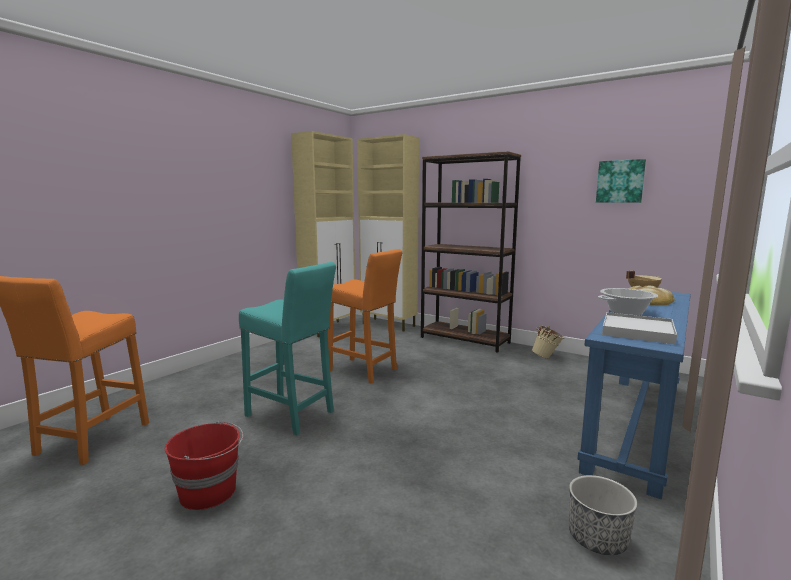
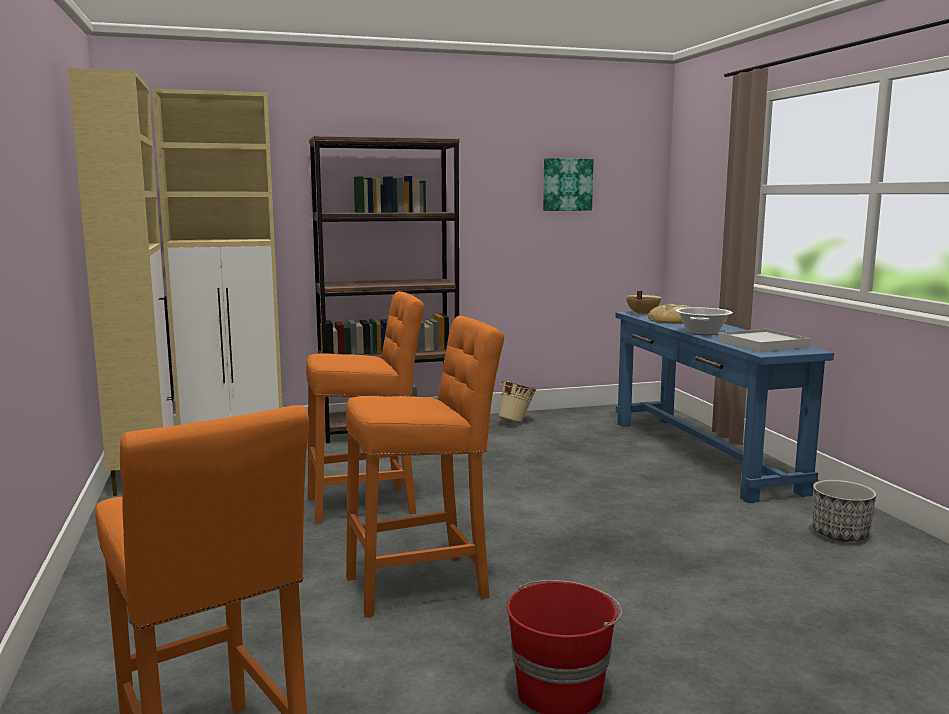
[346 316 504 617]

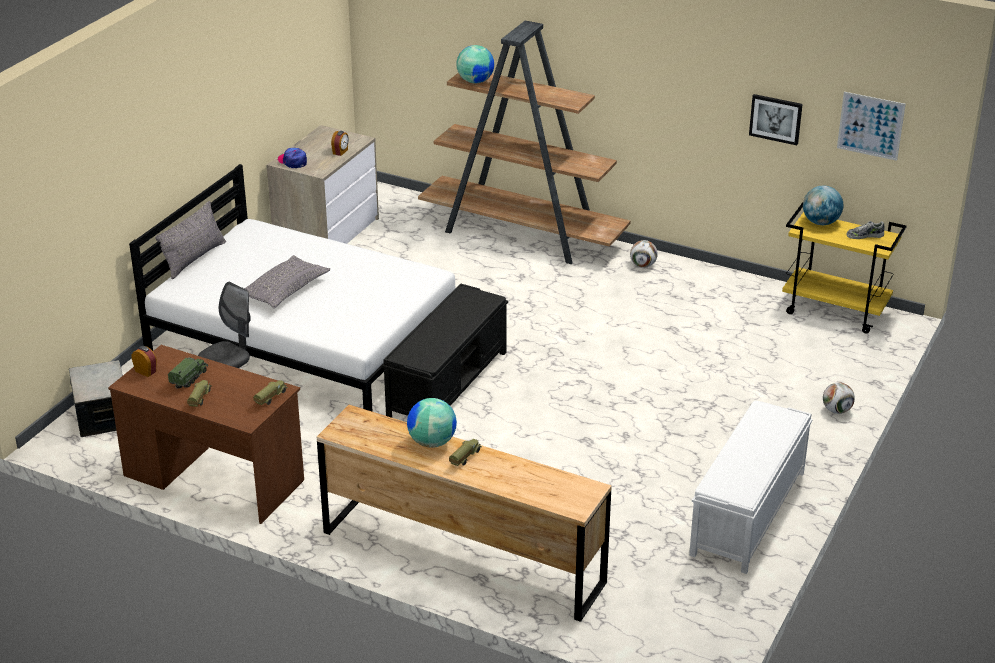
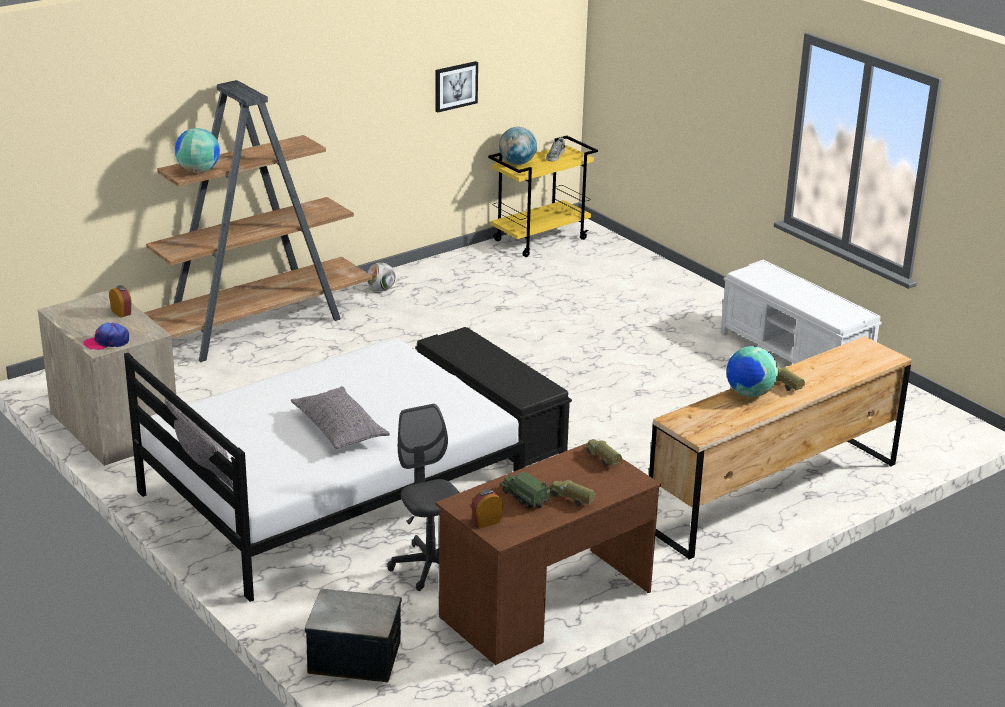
[823 382 855 414] (first image)
[837 92 906 161] (first image)

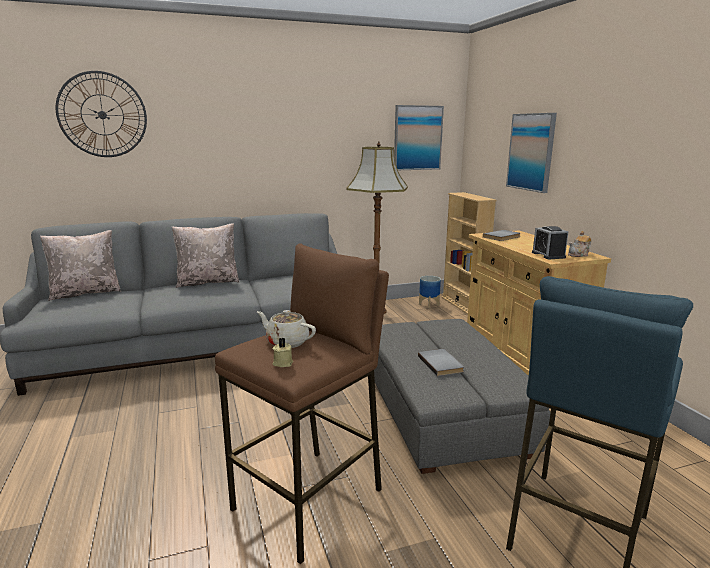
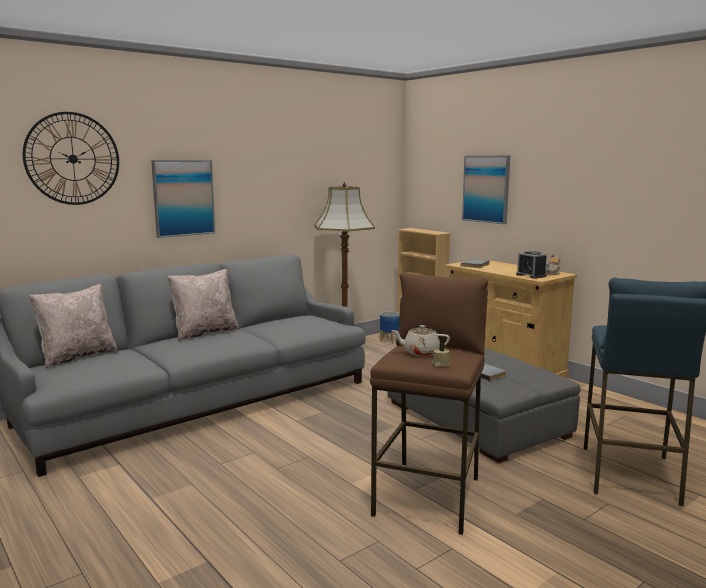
[151 160 215 238]

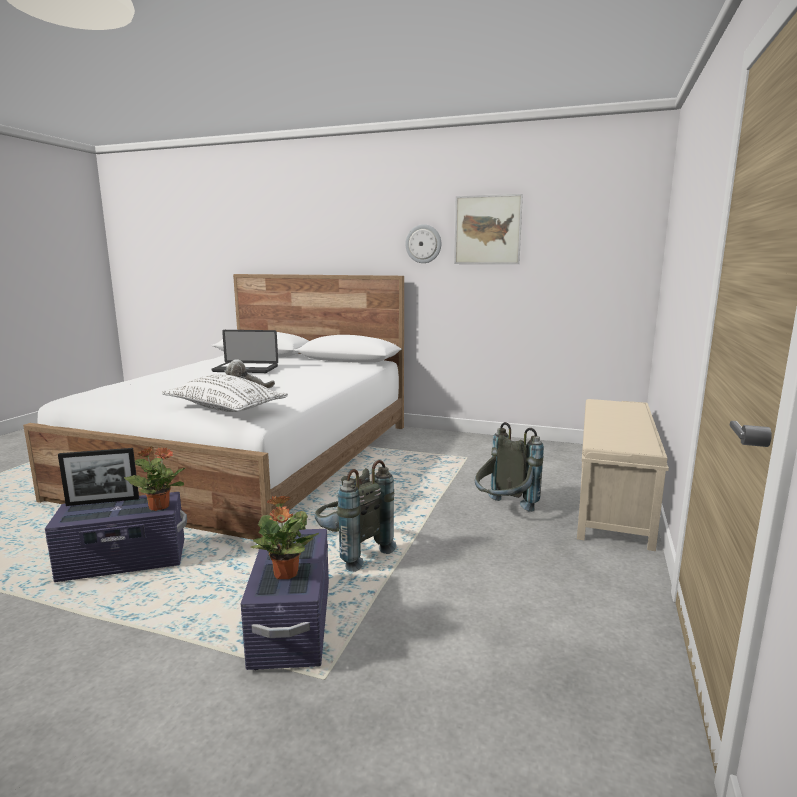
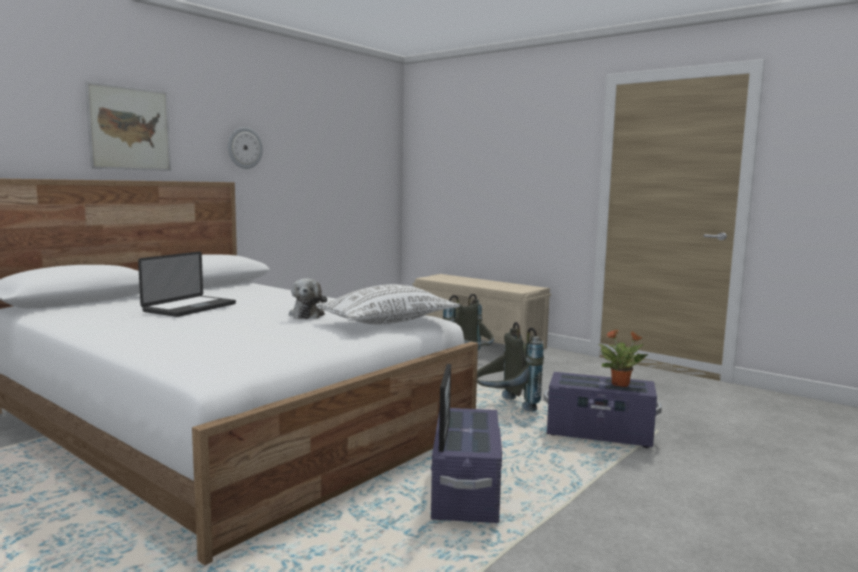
[85 81 171 171]
[124 446 185 511] (first image)

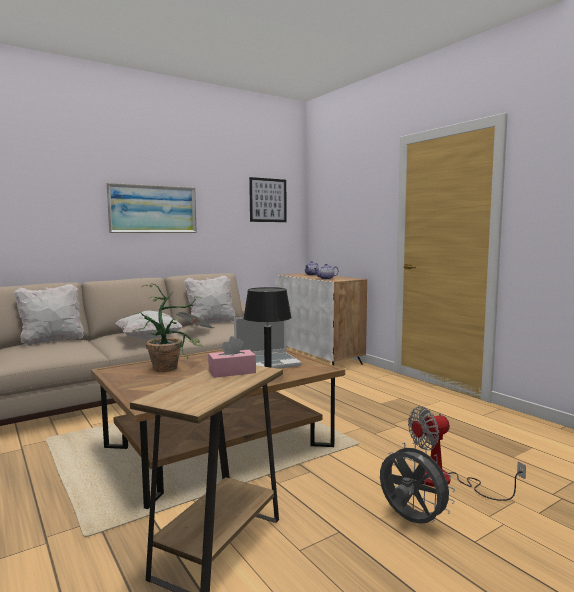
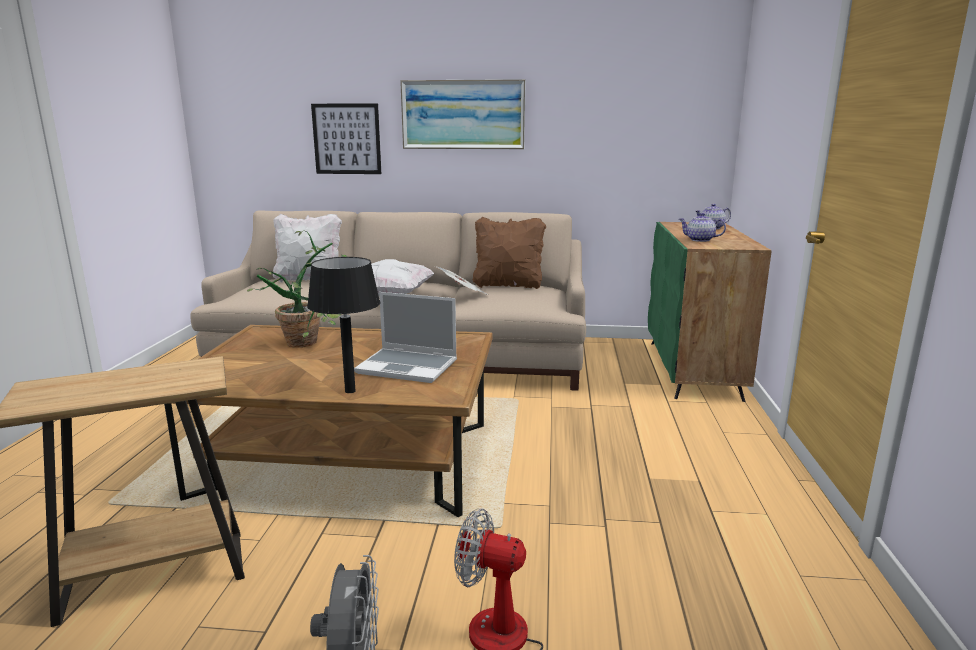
[311 103 381 174]
[472 217 546 289]
[648 222 772 402]
[208 336 256 378] (first image)

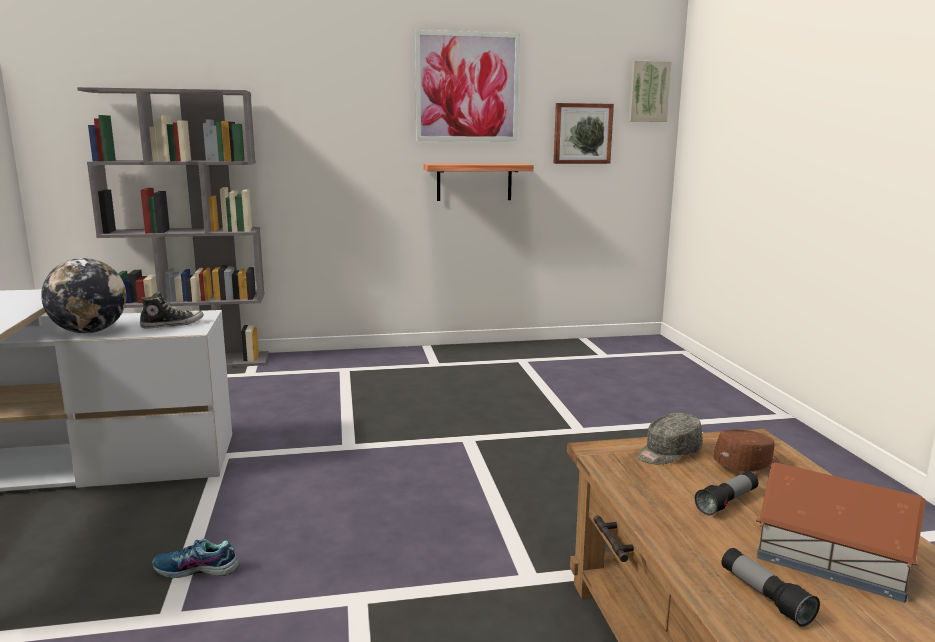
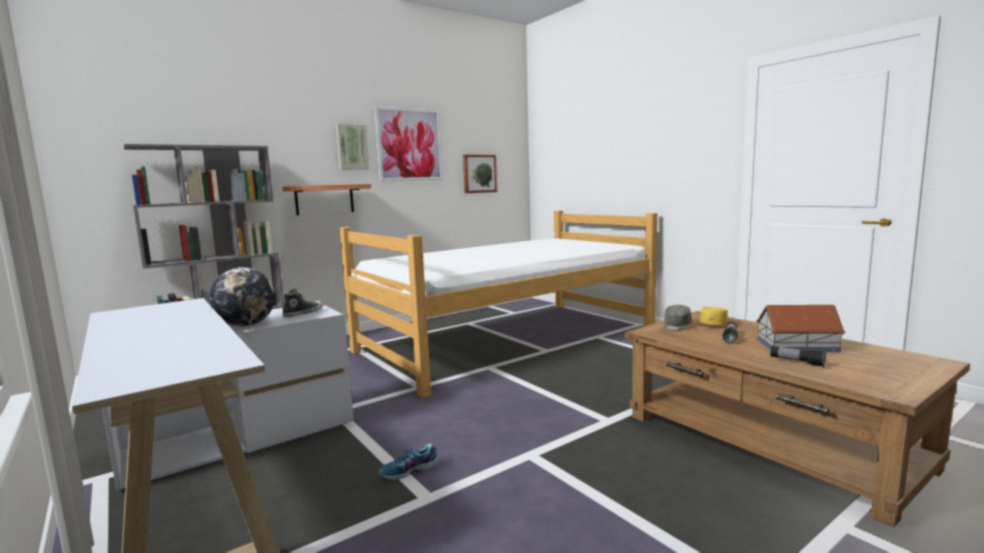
[283 184 371 215]
[336 124 370 170]
[340 211 657 398]
[700 307 728 325]

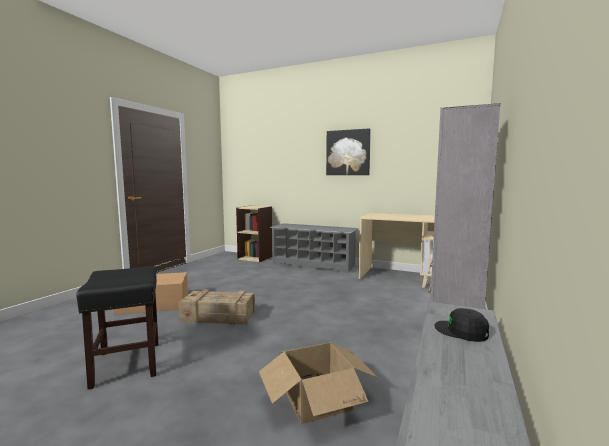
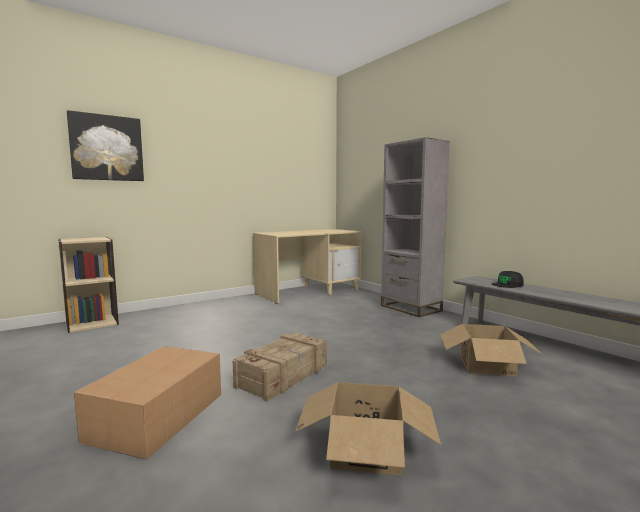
[67 110 144 181]
[295 382 441 476]
[270 223 359 273] (first image)

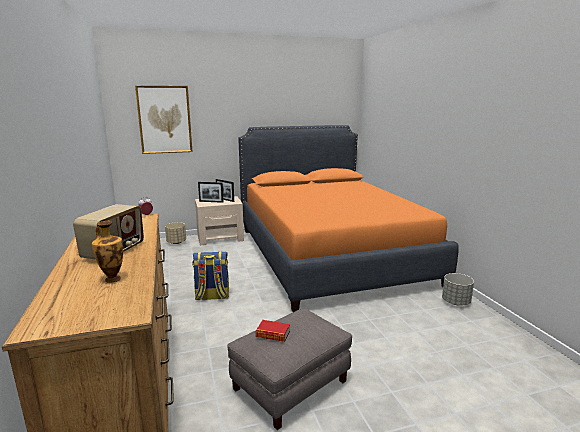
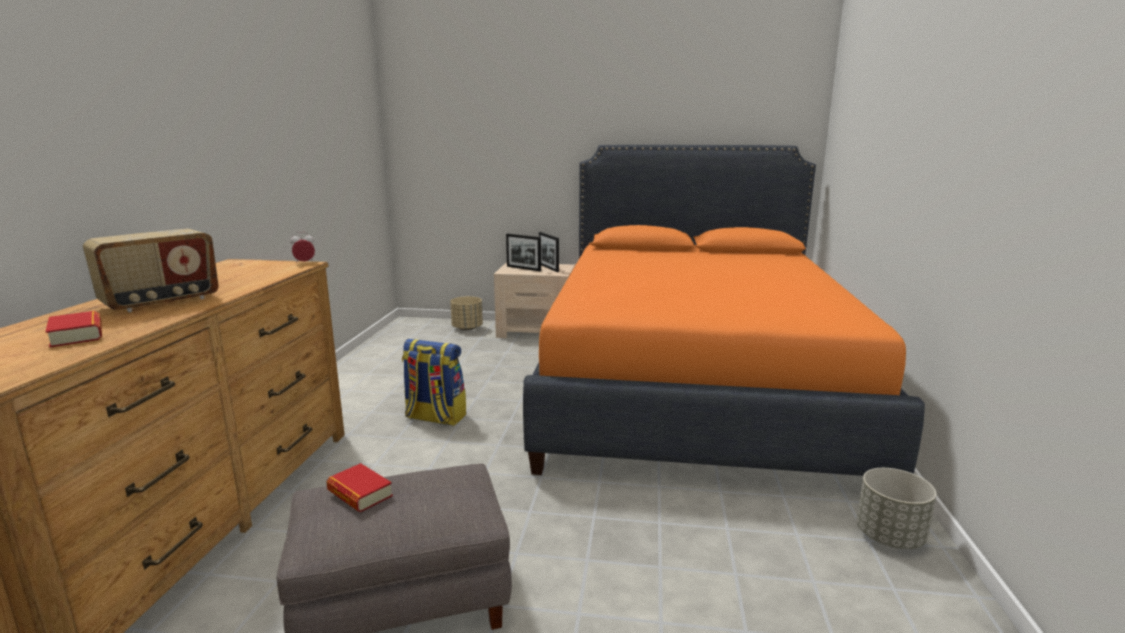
[45 311 102 348]
[135 85 193 154] (first image)

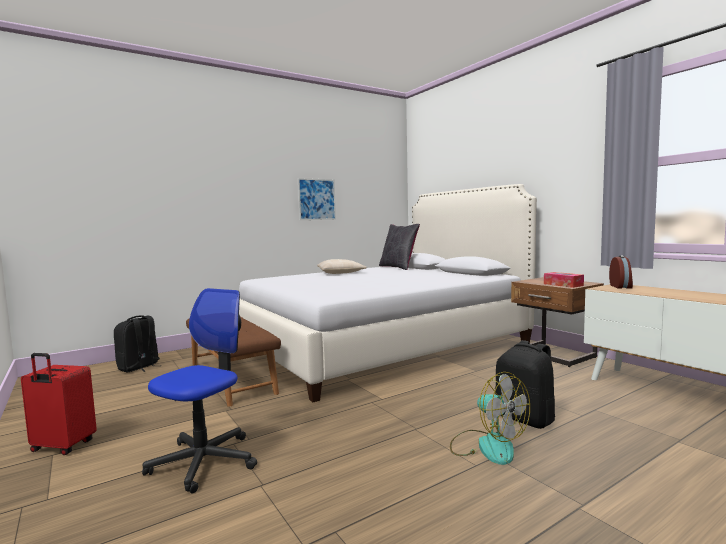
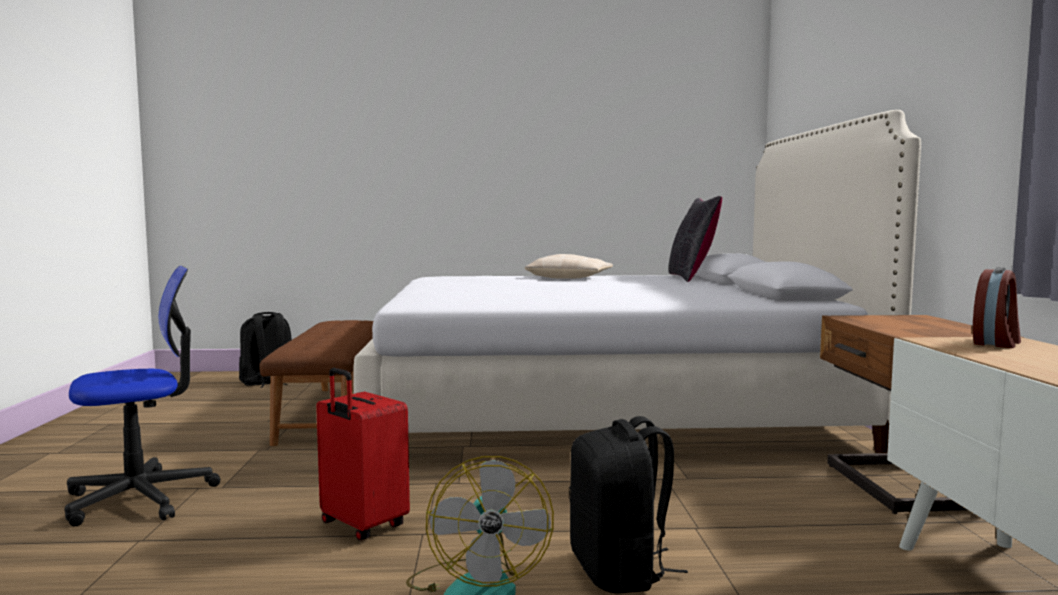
[316 368 410 541]
[298 178 336 220] (first image)
[544 272 584 288] (first image)

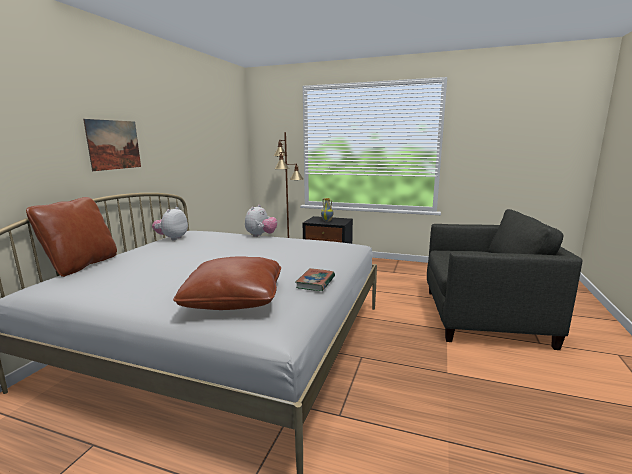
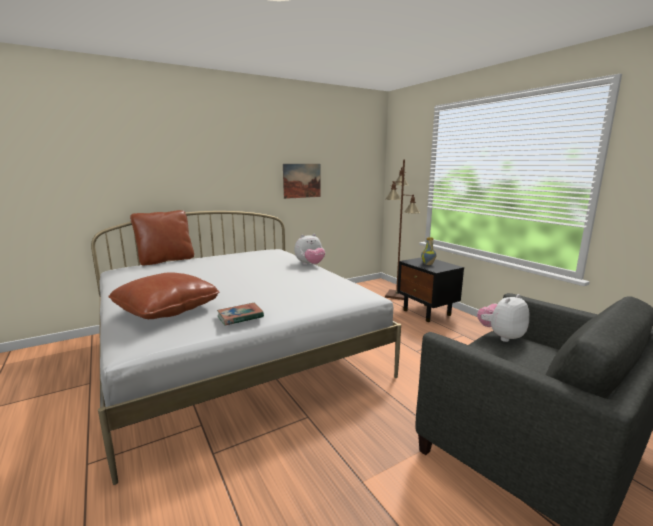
[283 164 321 199]
[477 294 530 342]

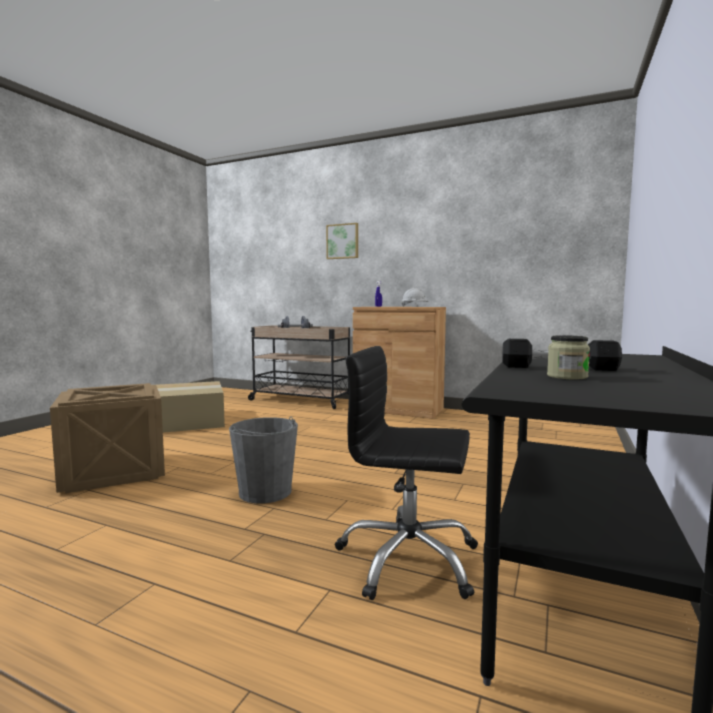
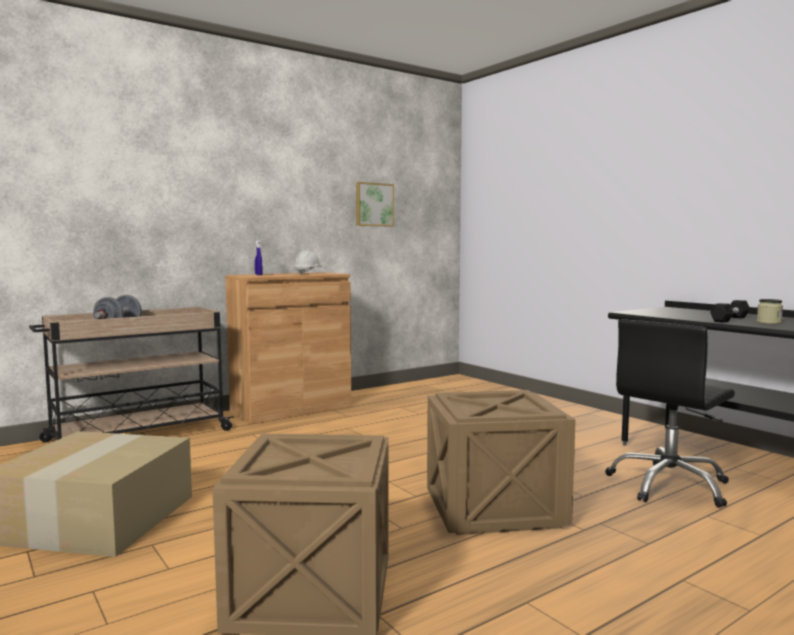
[356 182 394 226]
[427 390 576 535]

